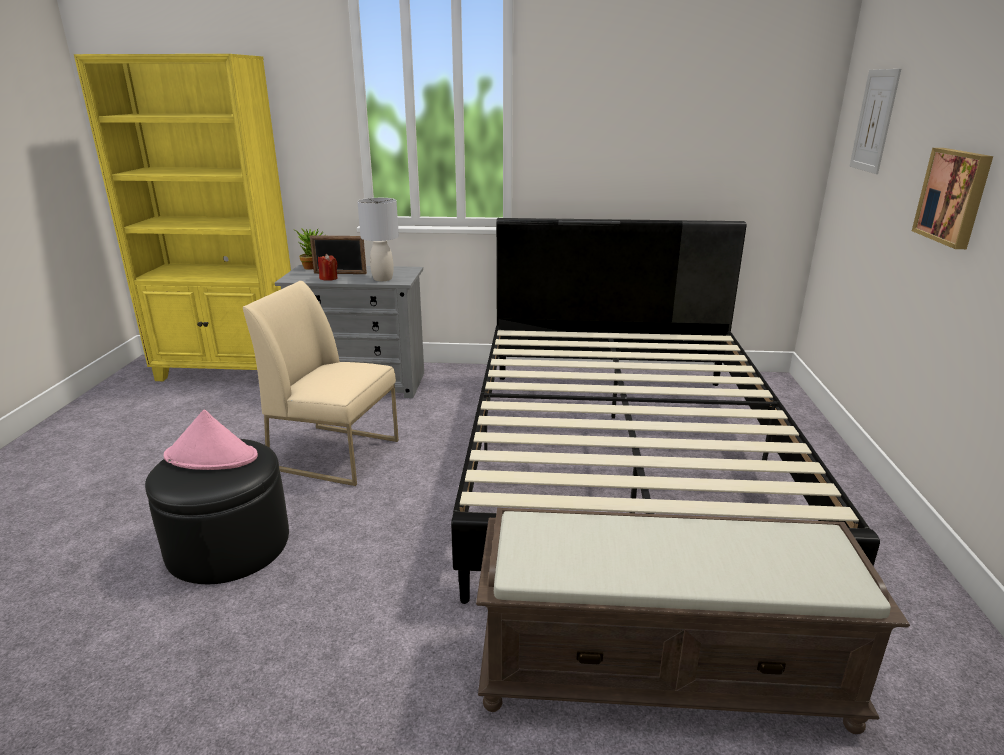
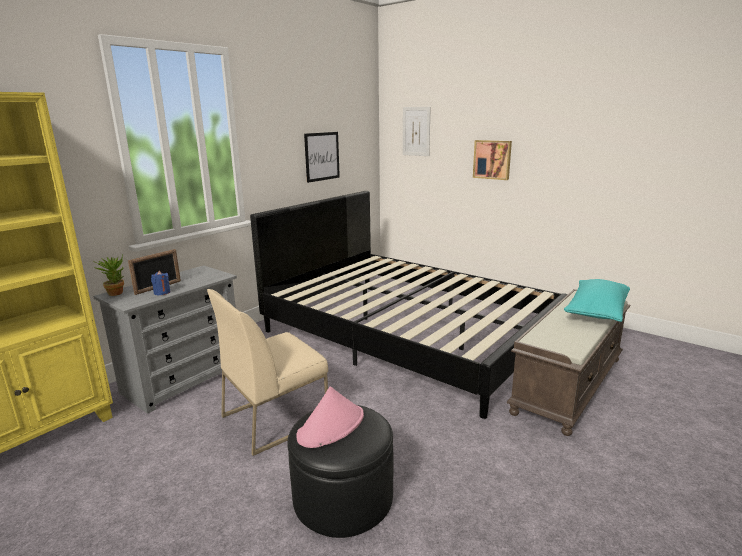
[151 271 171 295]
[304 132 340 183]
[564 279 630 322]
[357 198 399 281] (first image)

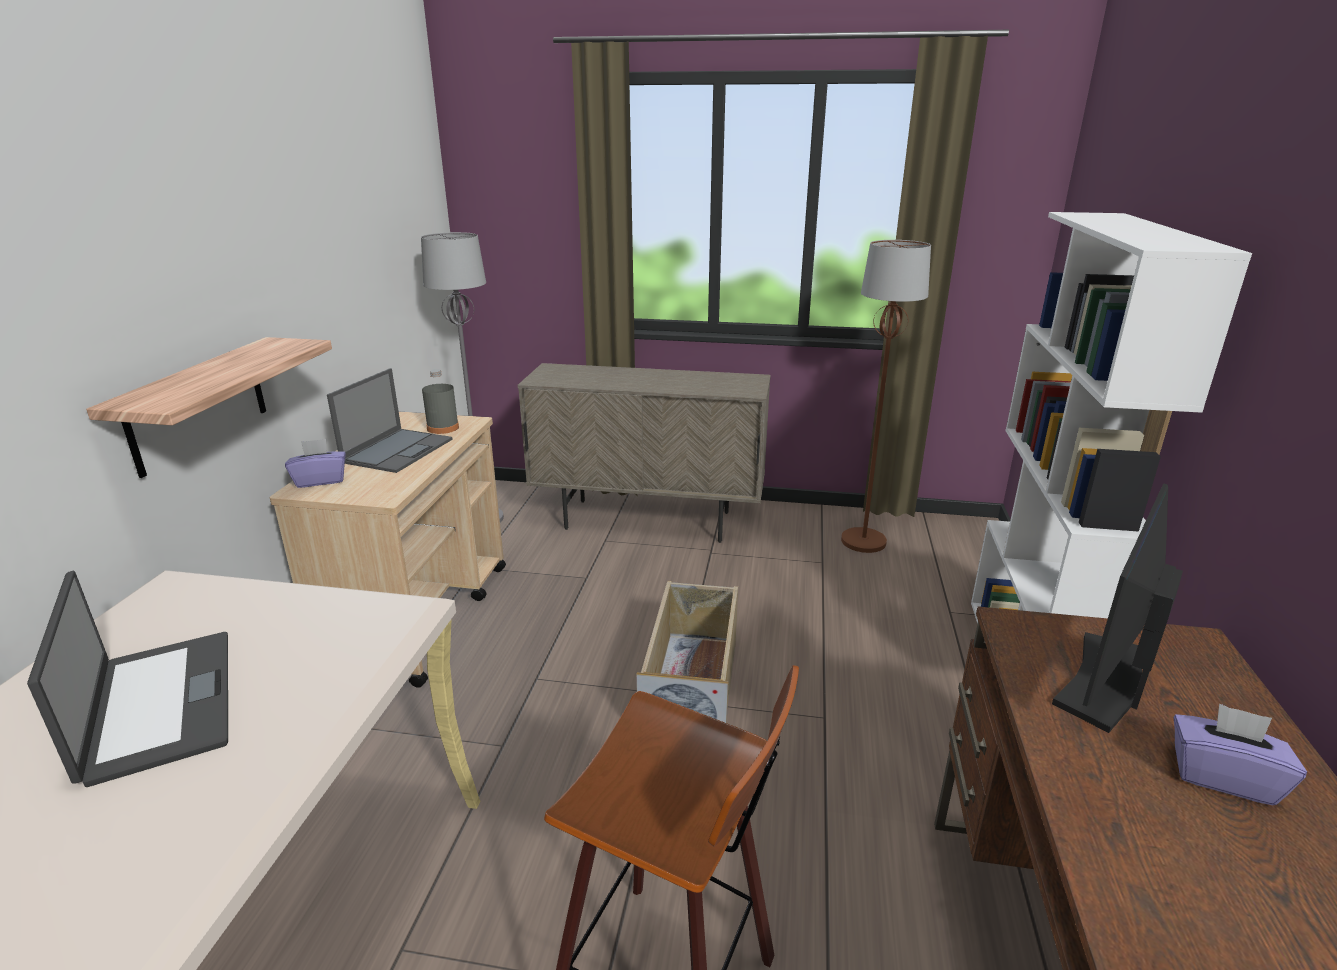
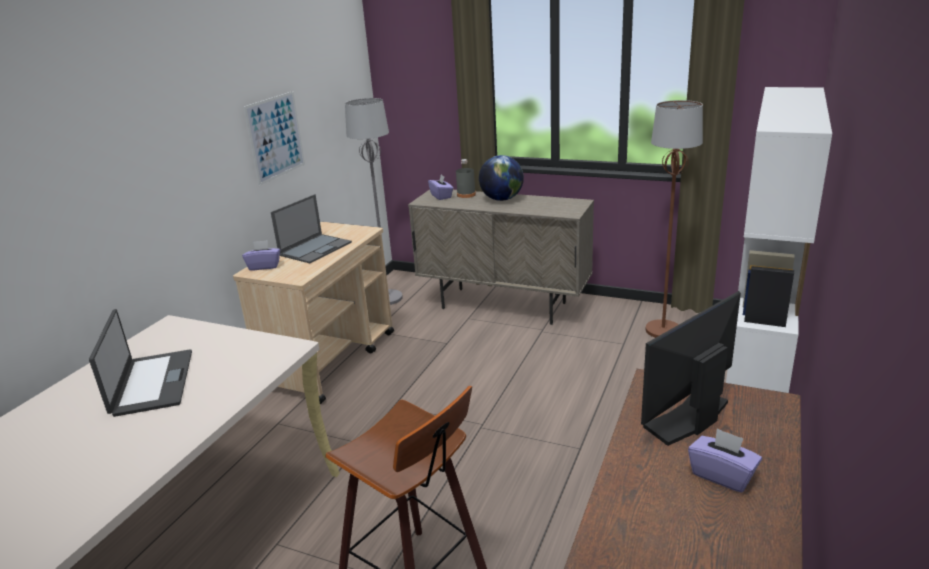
[244 91 305 186]
[428 175 453 200]
[456 159 476 198]
[479 155 524 201]
[86 337 332 478] (first image)
[636 581 738 723] (first image)

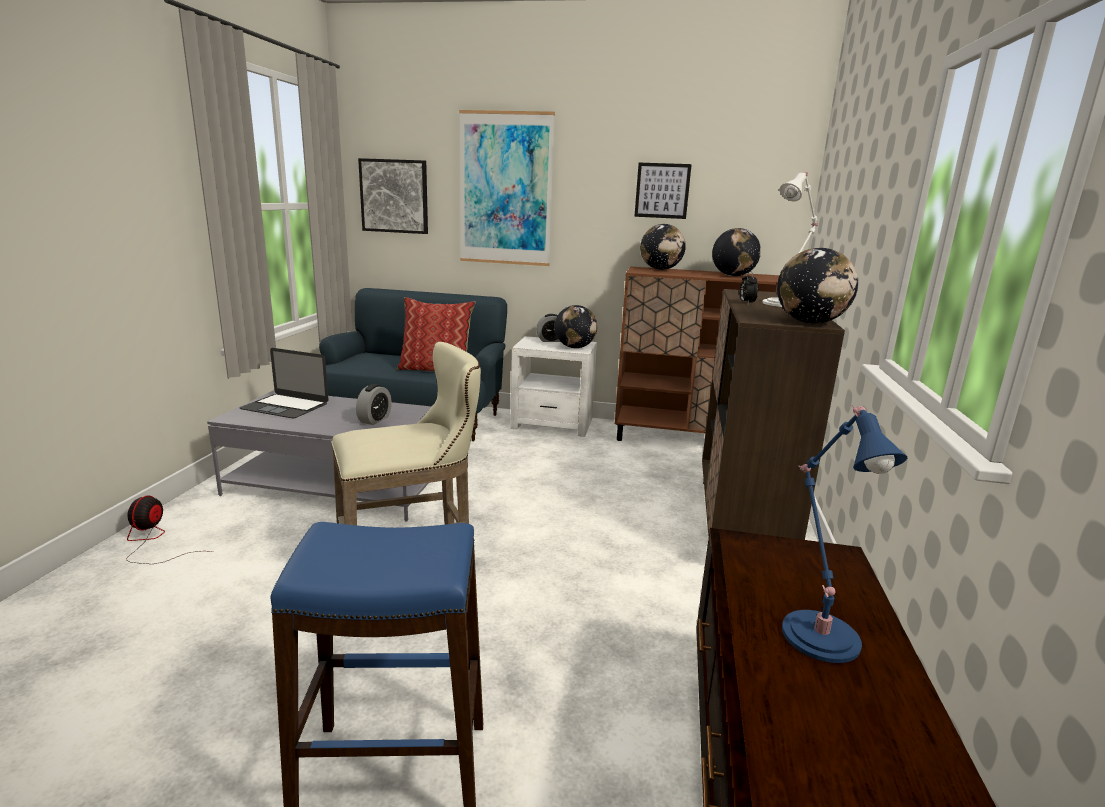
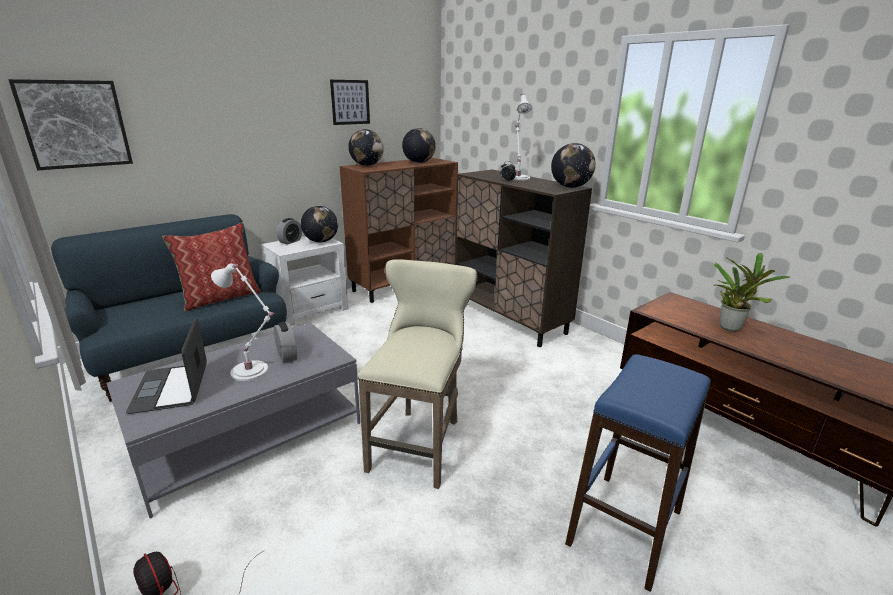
[126 317 207 414]
[211 264 275 381]
[713 253 790 332]
[459 110 555 266] (first image)

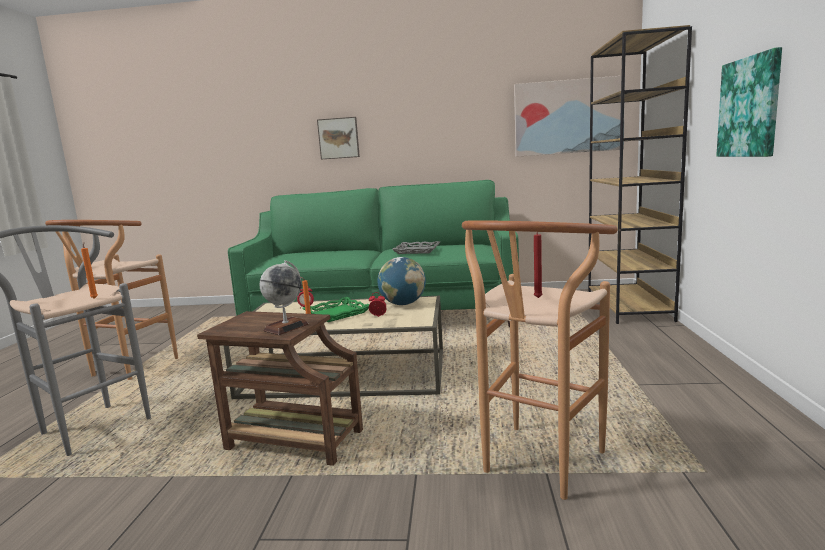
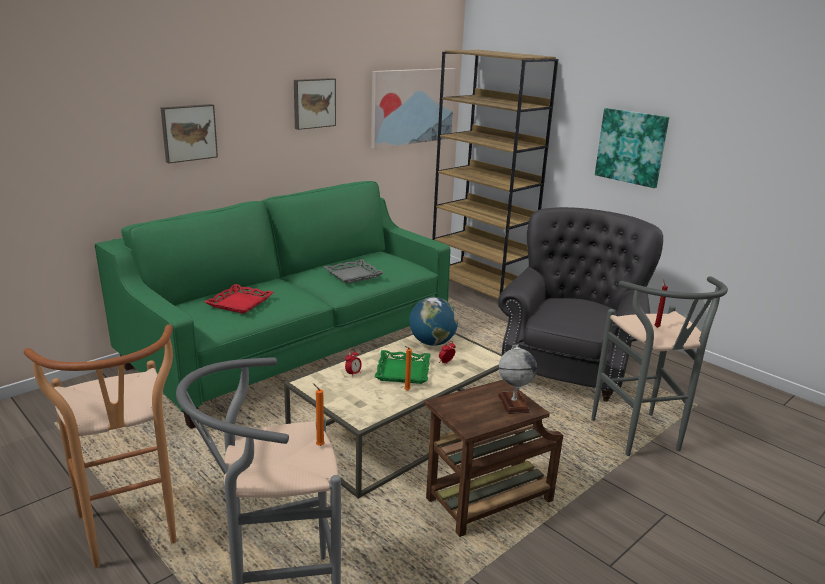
[204 284 274 314]
[294 78 336 130]
[498 207 663 402]
[591 276 728 456]

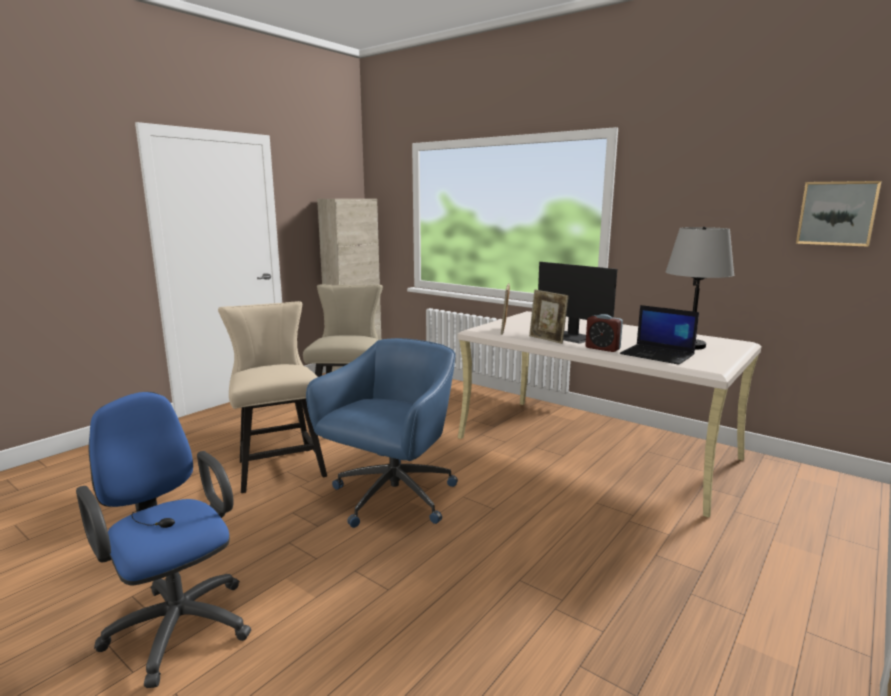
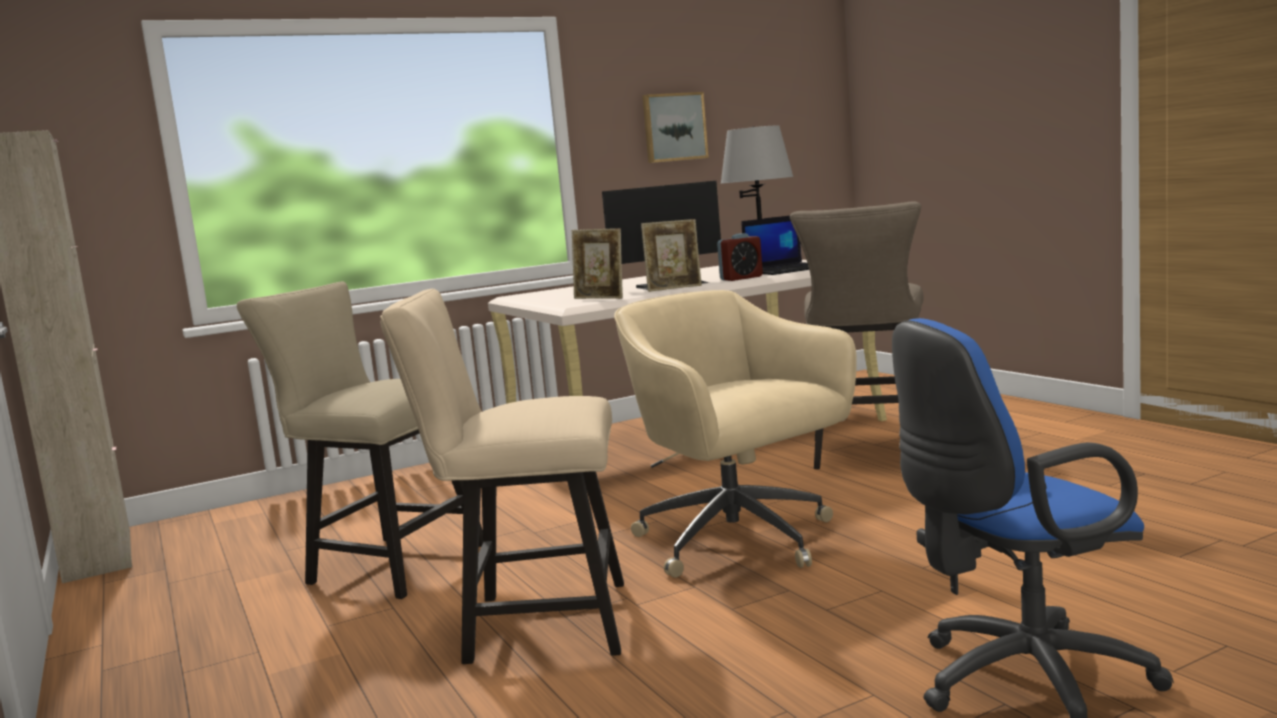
[614 290 857 578]
[642 92 709 163]
[790 201 924 469]

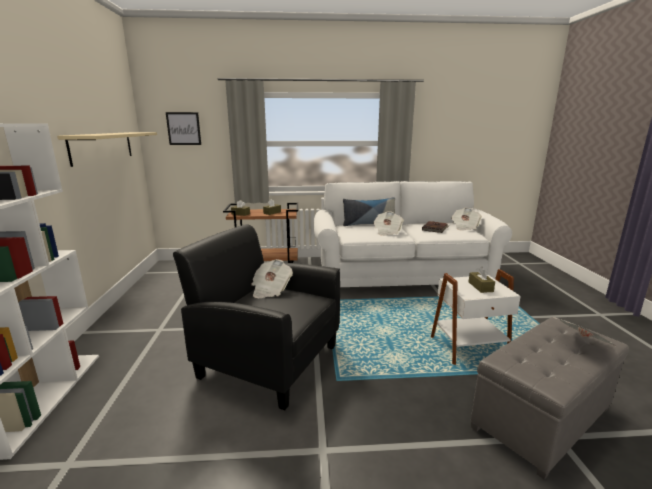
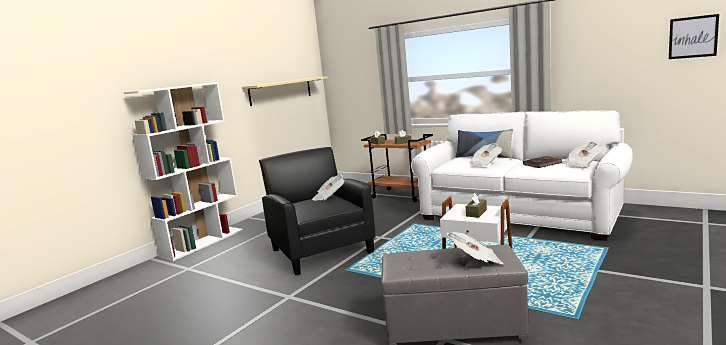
[669 14 719 59]

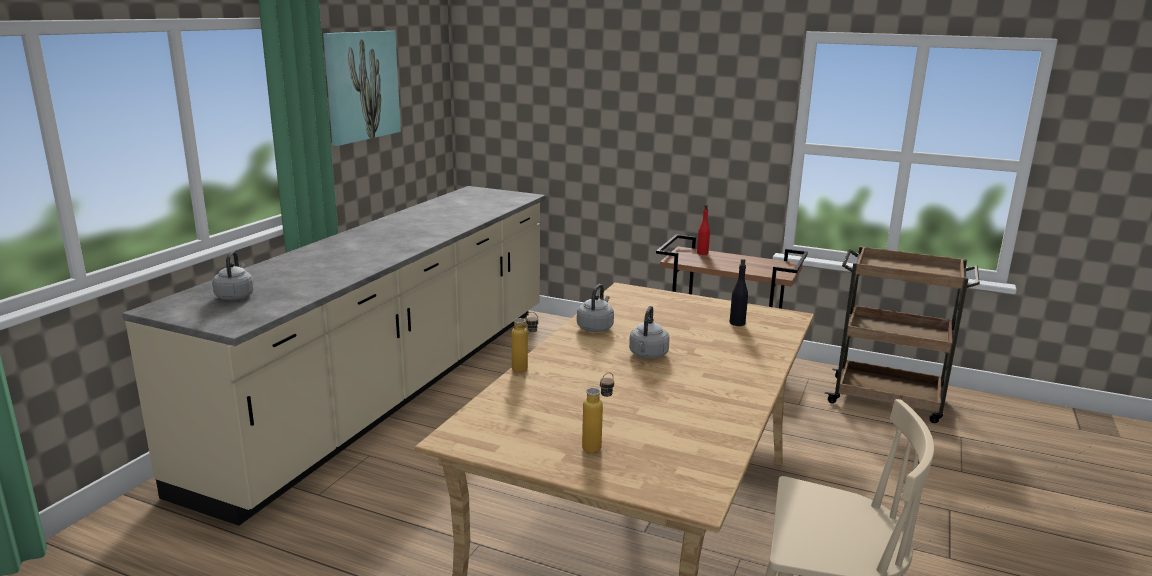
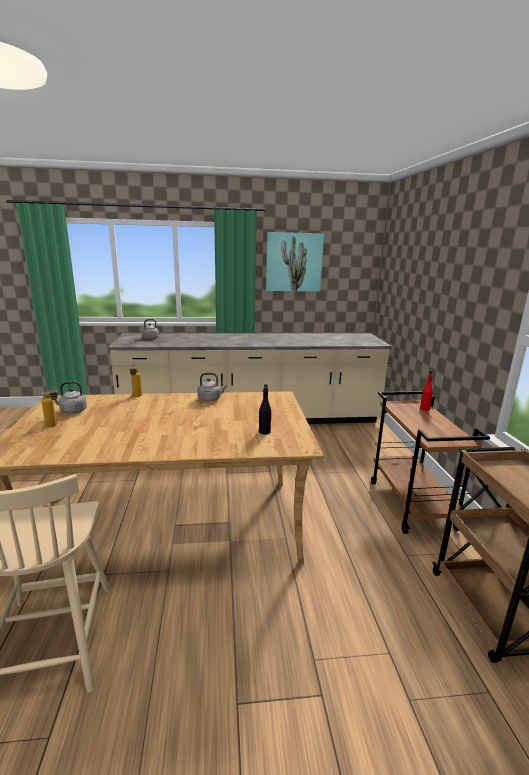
[54 381 87 414]

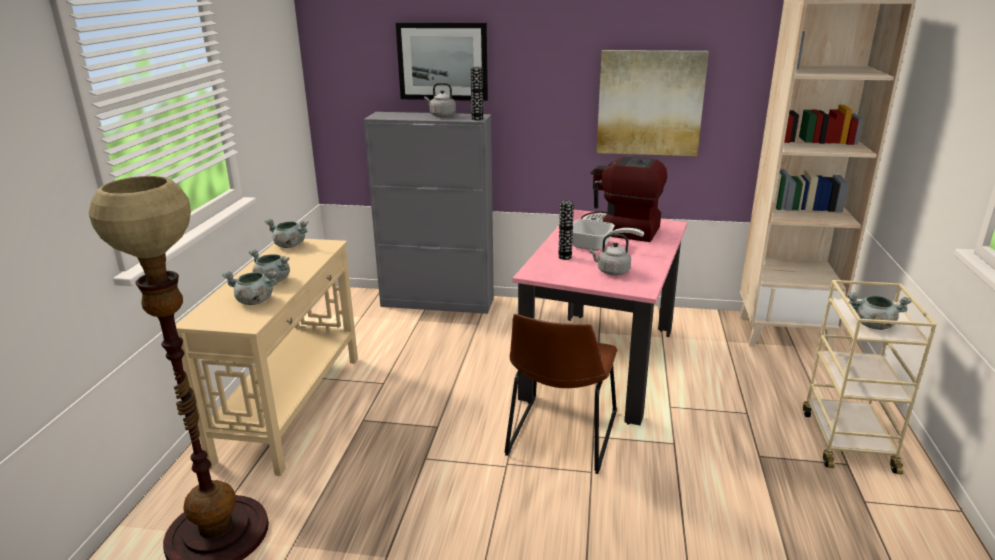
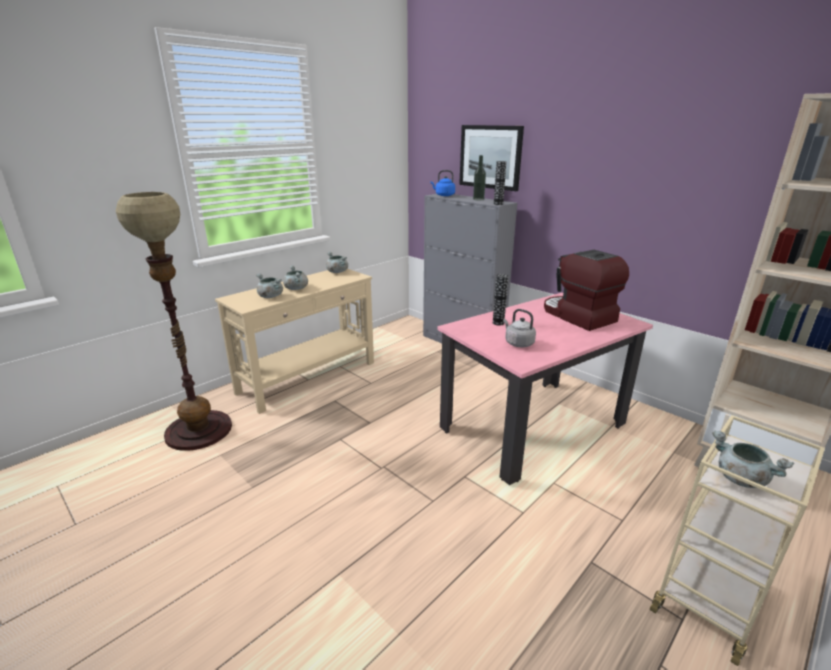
[431 170 455 196]
[473 155 486 200]
[504 314 617 474] (first image)
[572 219 644 251] (first image)
[596 50 709 156] (first image)

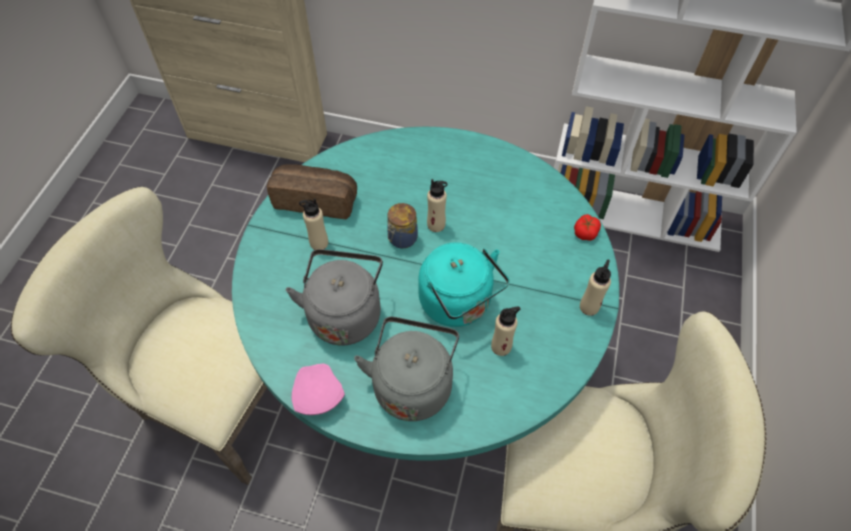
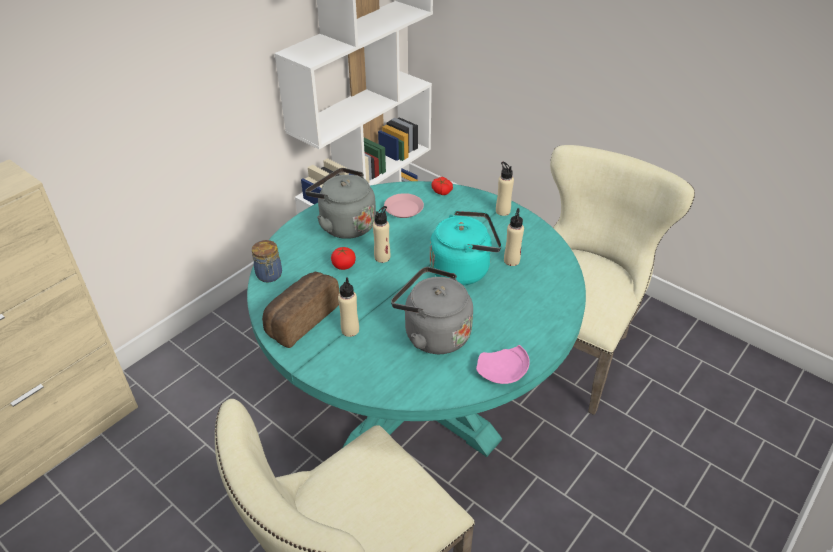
[252 240 282 283]
[305 168 376 239]
[331 247 356 270]
[384 193 424 218]

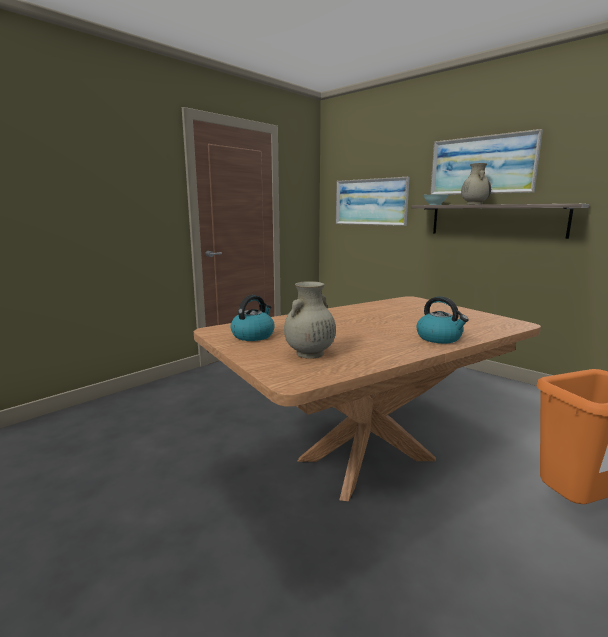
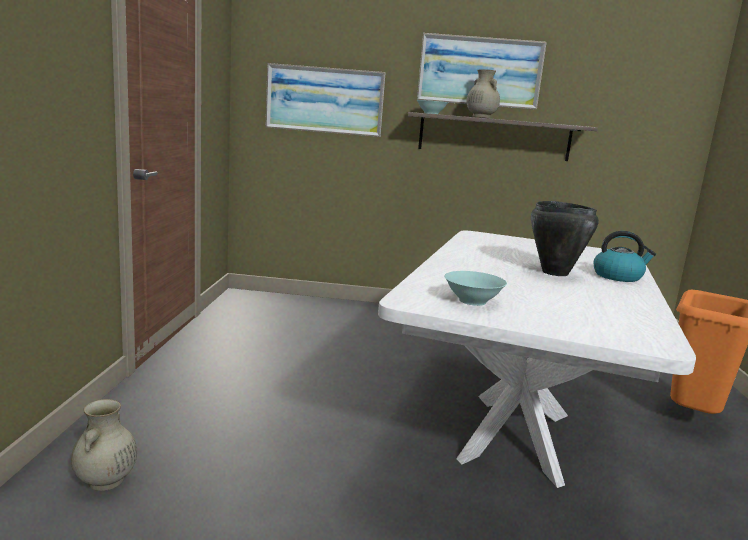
[71 399 137 491]
[378 230 696 488]
[444 271 507 306]
[531 201 599 276]

